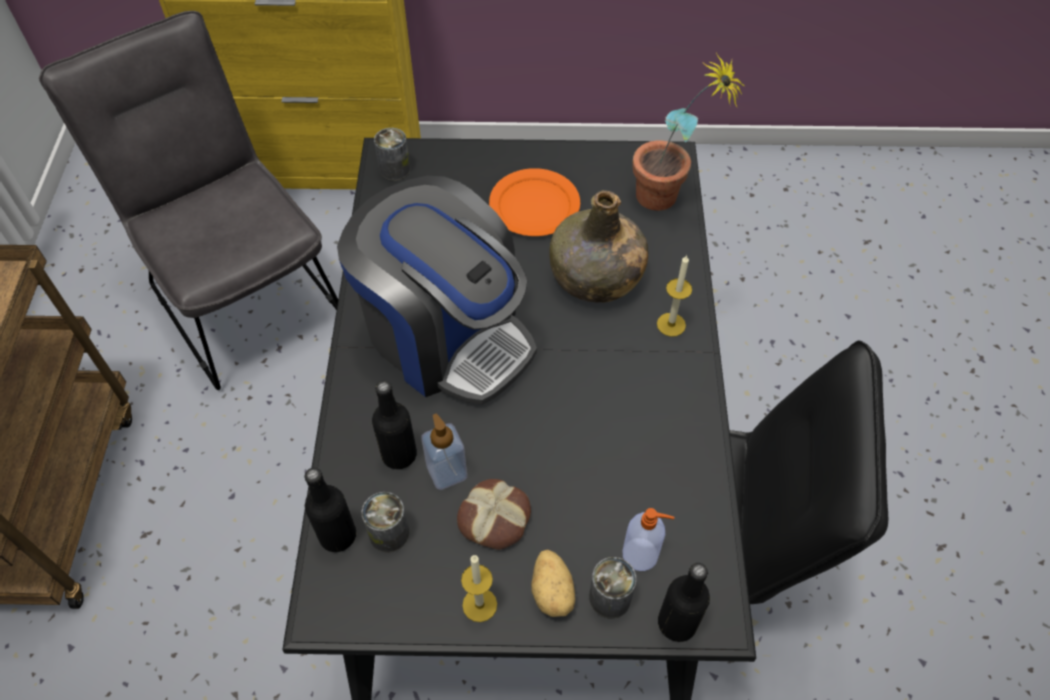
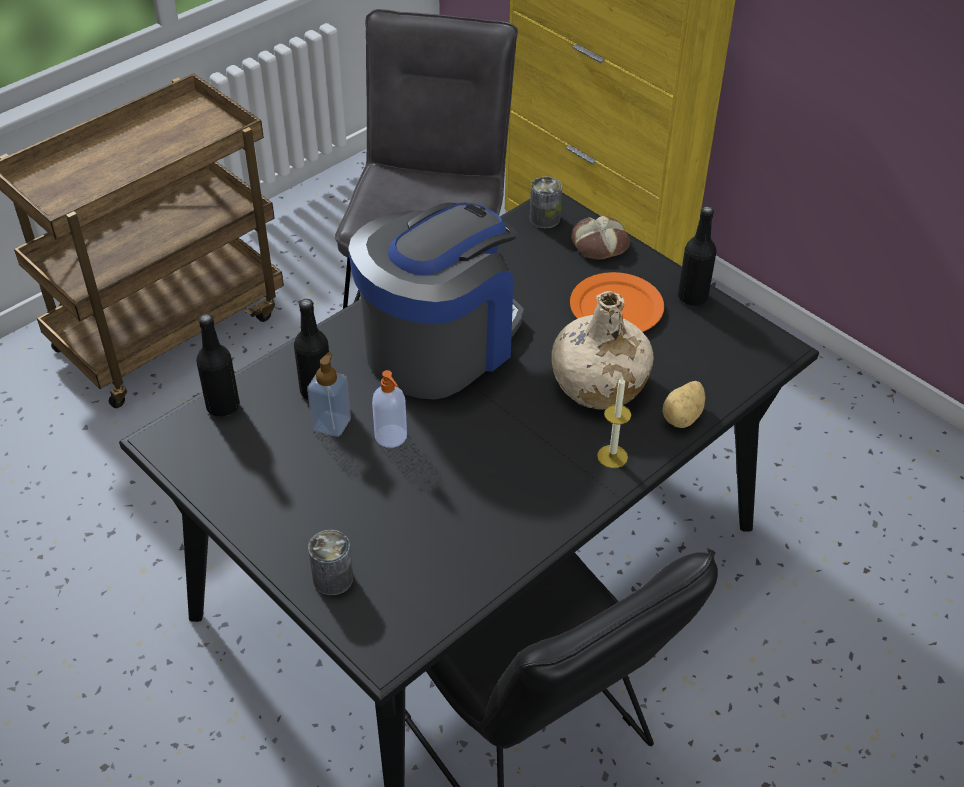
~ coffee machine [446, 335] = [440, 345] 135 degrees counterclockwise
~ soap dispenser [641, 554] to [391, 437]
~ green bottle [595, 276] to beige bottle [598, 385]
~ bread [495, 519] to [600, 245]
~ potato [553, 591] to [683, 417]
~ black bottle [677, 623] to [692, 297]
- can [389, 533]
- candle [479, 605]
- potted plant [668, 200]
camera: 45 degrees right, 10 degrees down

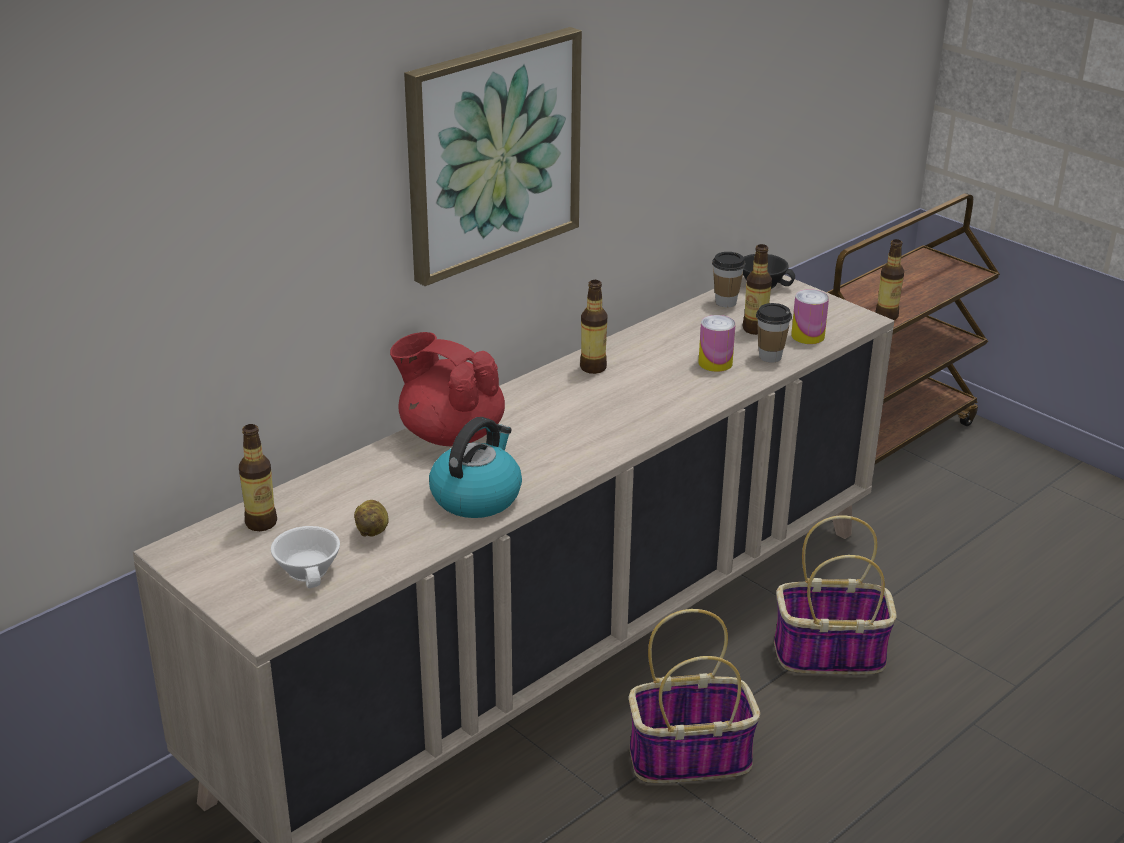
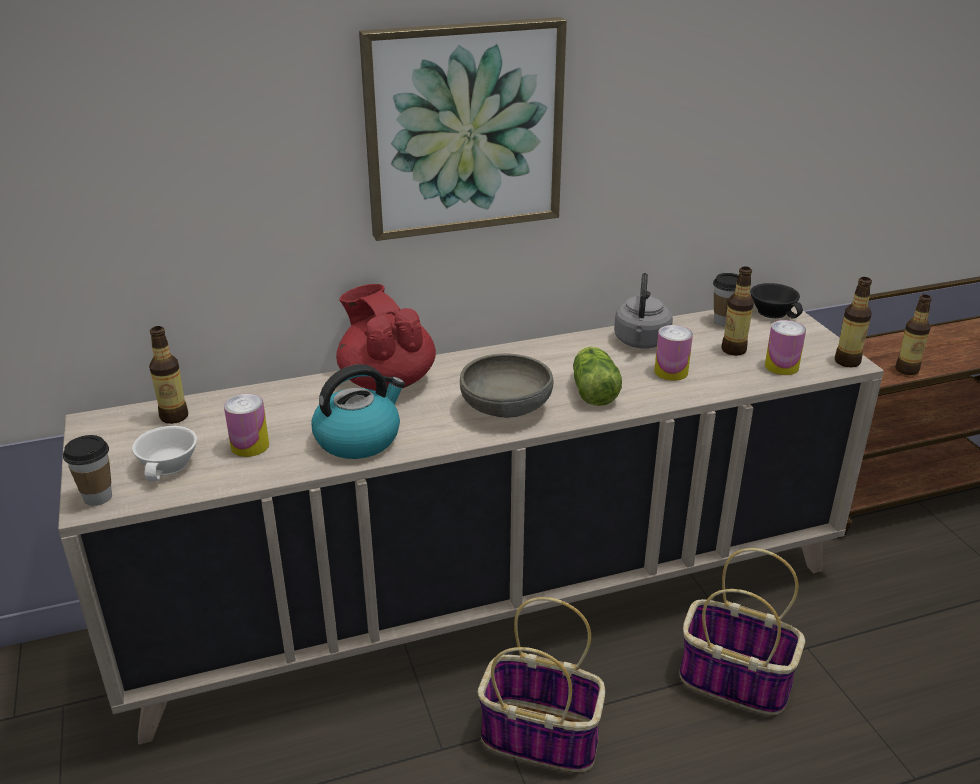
~ cup [770, 357] to [98, 497]
~ potato [373, 530] to can [250, 446]
+ grey bowl [505, 408]
+ lettuce [593, 390]
+ grey kettle [641, 342]
~ bottle [593, 367] to [847, 361]
camera: 25 degrees right, 0 degrees up

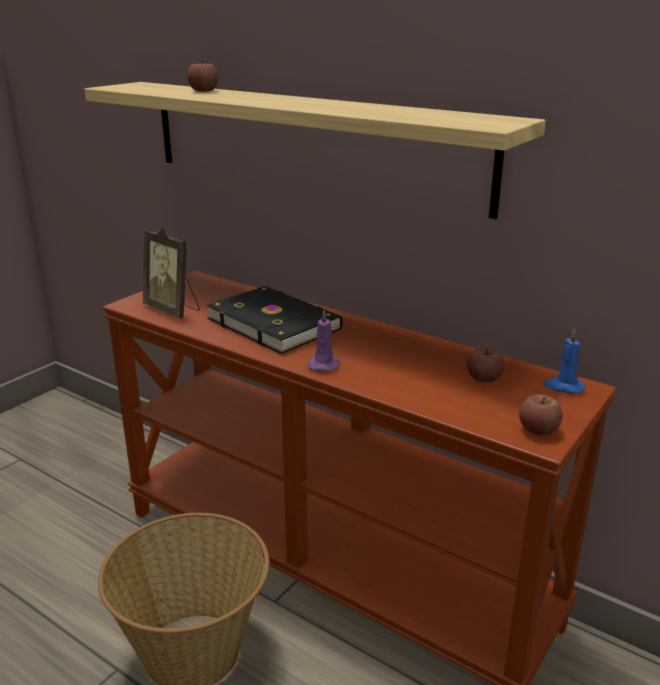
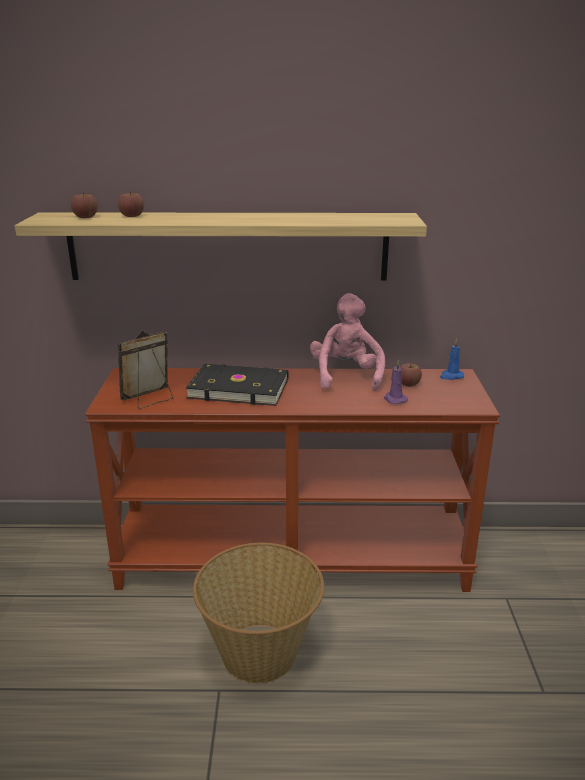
~ apple [538, 430] to [85, 217]
~ picture frame [173, 310] = [149, 399] 135 degrees clockwise
+ pink plush toy [346, 376]
~ purple candle [324, 364] to [394, 399]
camera: 35 degrees left, 0 degrees up

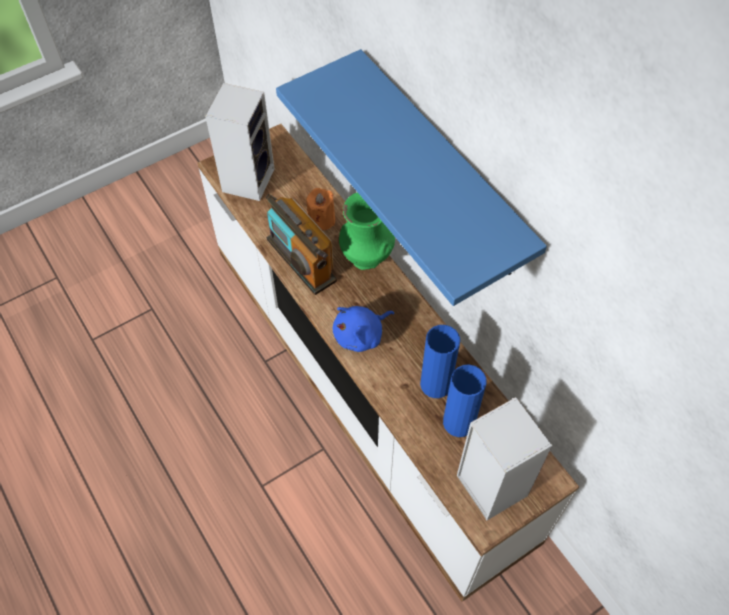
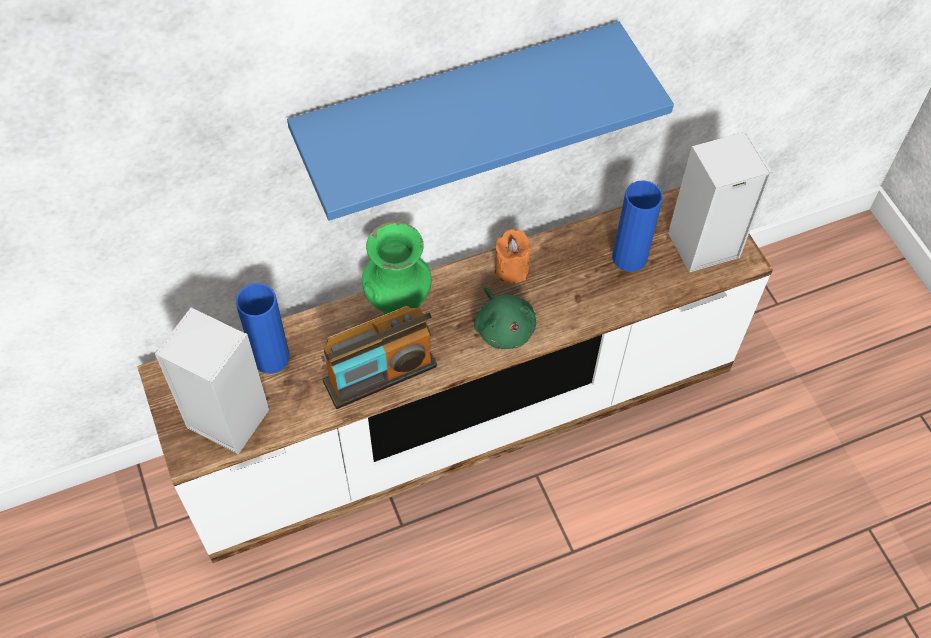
~ blue vase [435, 384] to [271, 357]
~ blue plush toy [361, 335] to green plush toy [504, 328]
~ orange candle [321, 220] to [511, 269]
camera: 80 degrees left, 0 degrees up

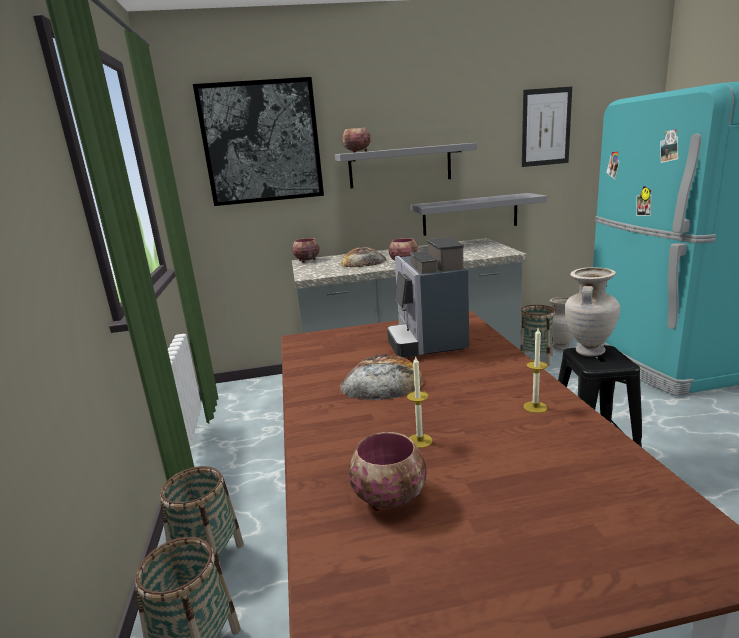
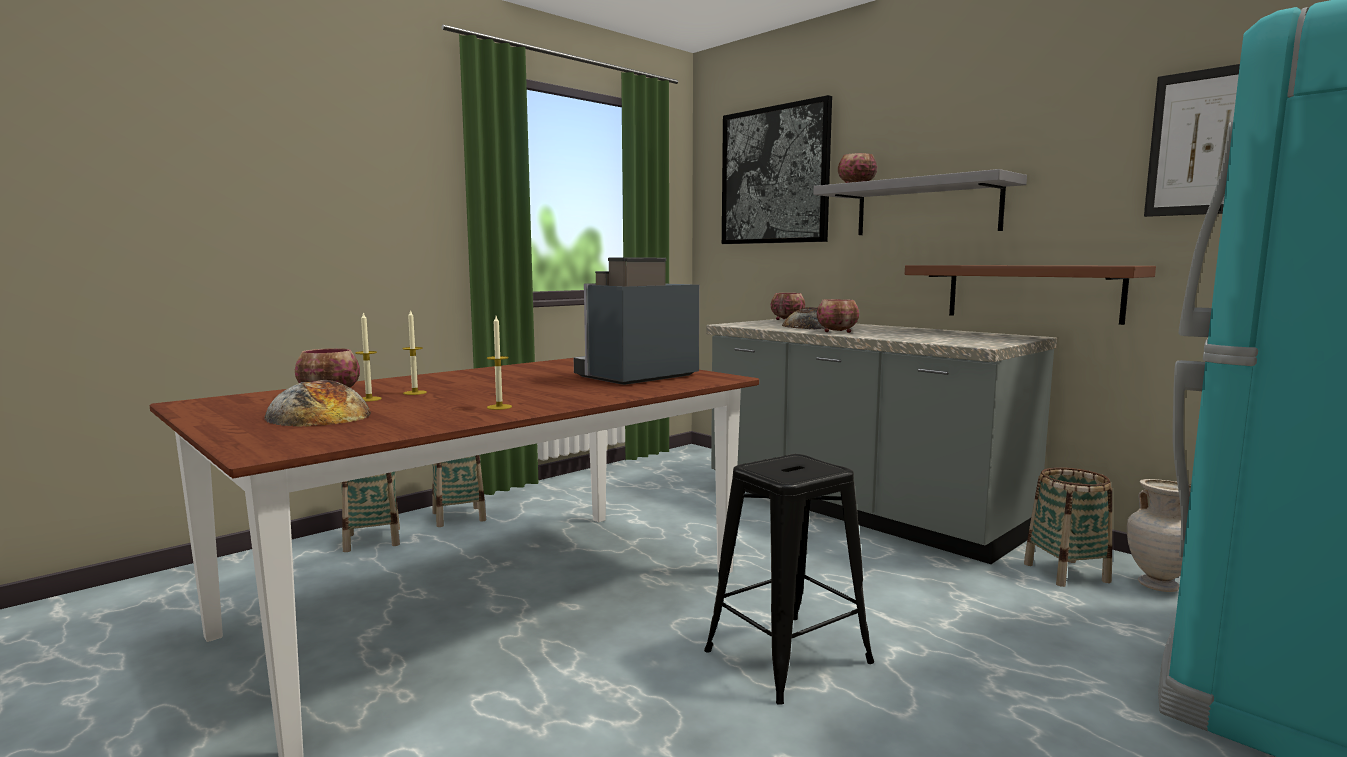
~ bread [382, 382] to [319, 414]
+ candle [369, 399]
~ grey shelf [470, 214] to brown shelf [1032, 292]
- beige vase [588, 351]
camera: 55 degrees right, 10 degrees down

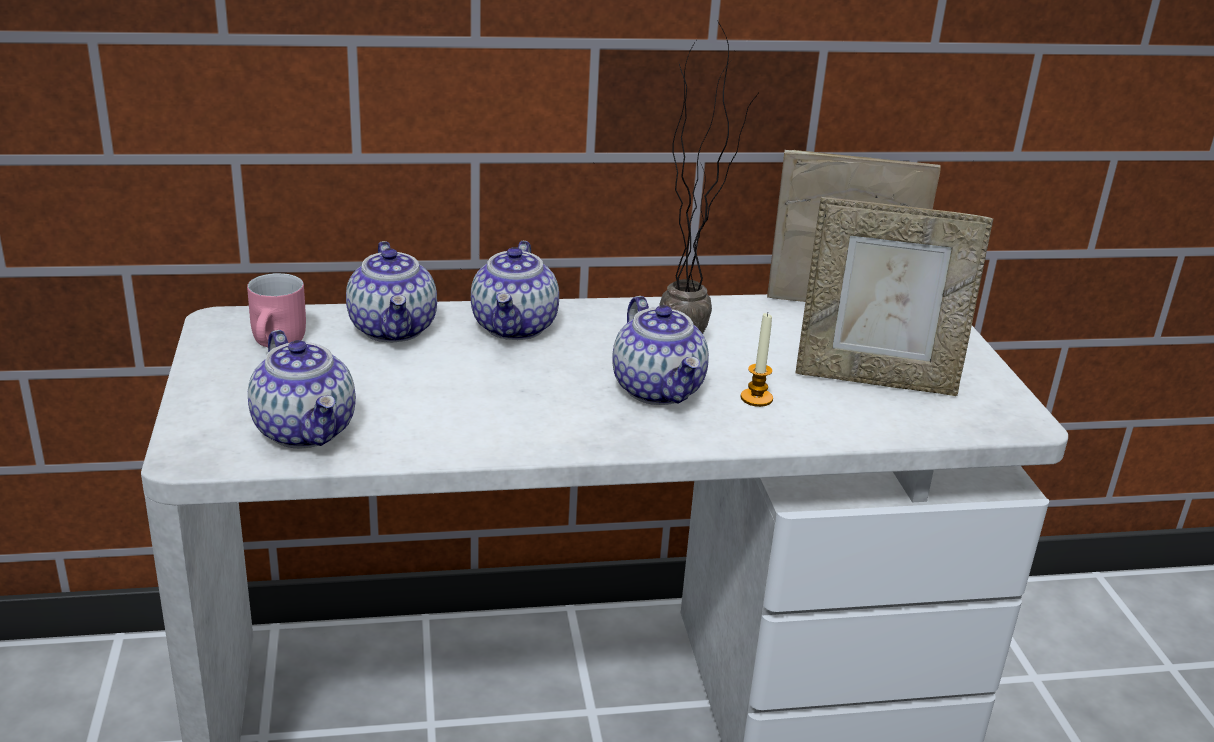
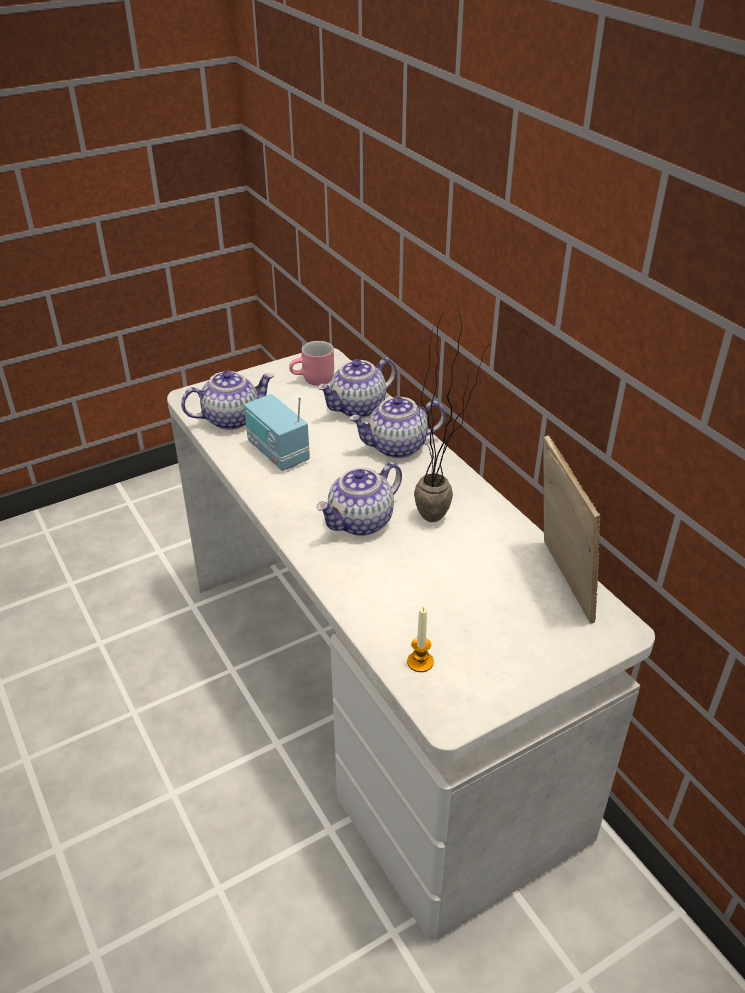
~ teapot [306, 430] = [231, 418] 150 degrees counterclockwise
+ radio [277, 453]
~ candle [756, 398] to [420, 662]
- picture frame [876, 379]
camera: 70 degrees right, 10 degrees up

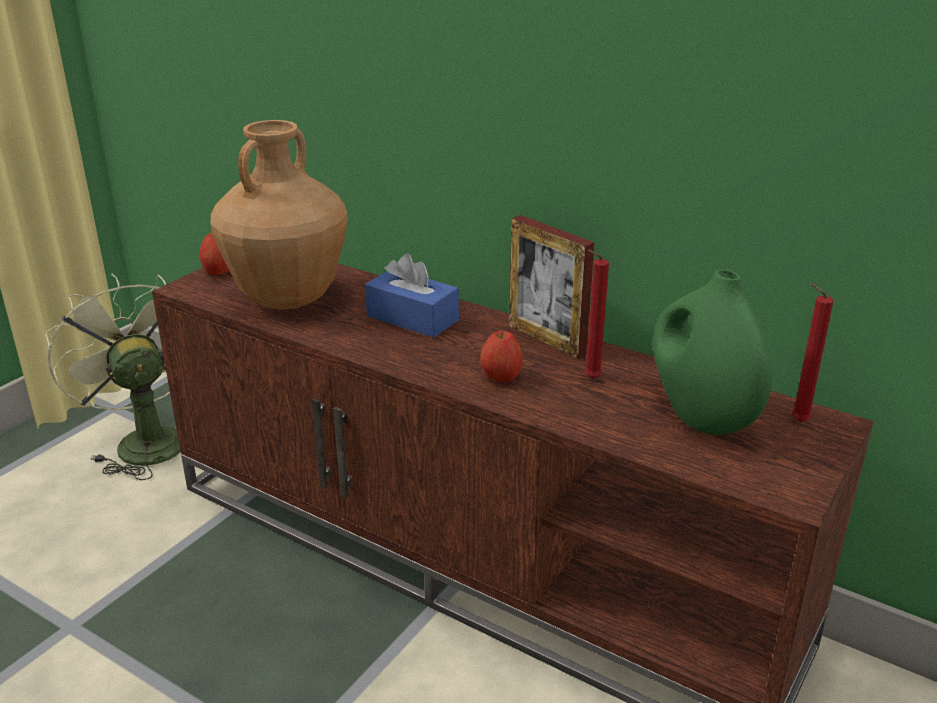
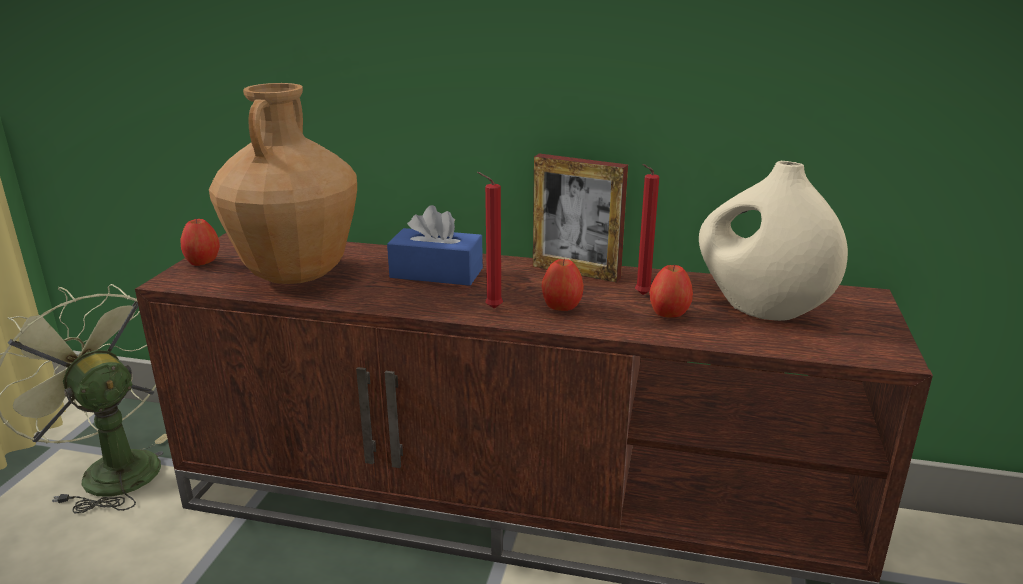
~ red candle [796, 421] to [491, 308]
+ apple [668, 314]
~ green vase [700, 417] to beige vase [759, 309]
camera: 20 degrees left, 5 degrees down

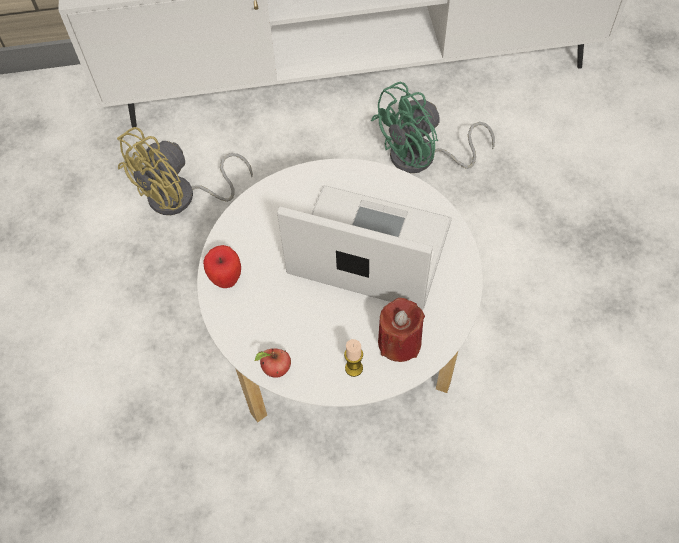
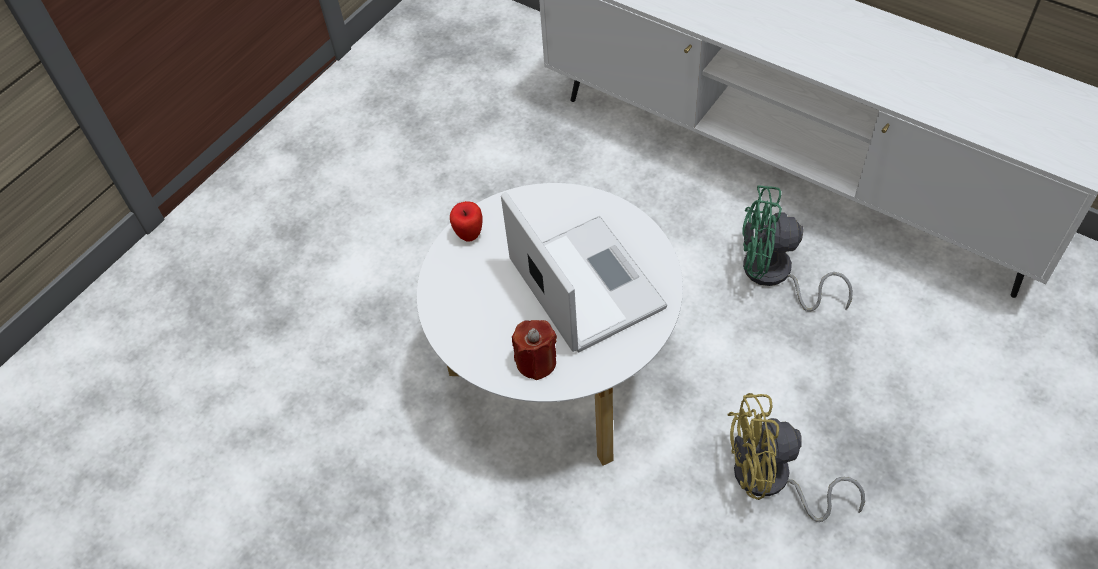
~ yellow fan [182, 198] to [772, 482]
- apple [275, 371]
- candle [354, 368]
camera: 45 degrees right, 5 degrees down

